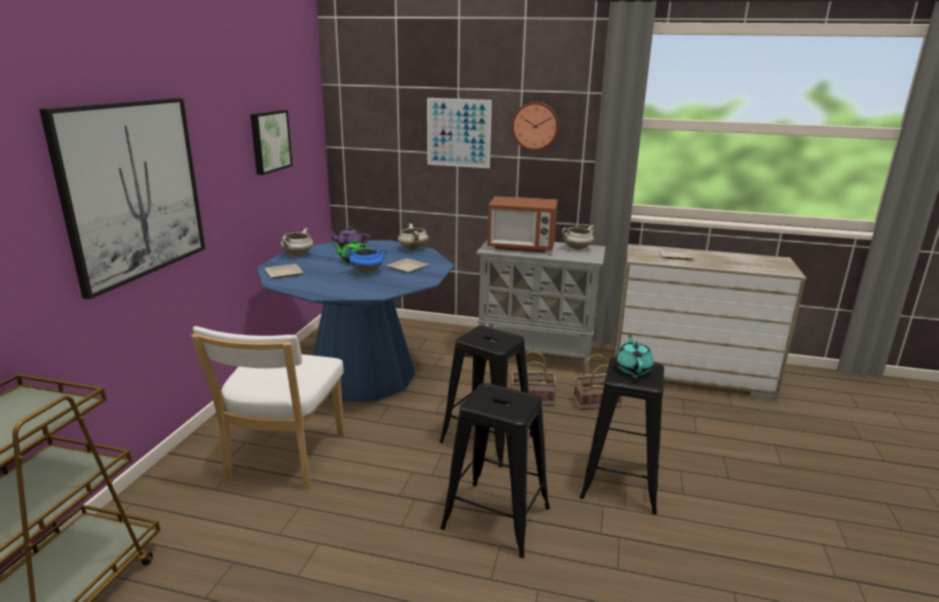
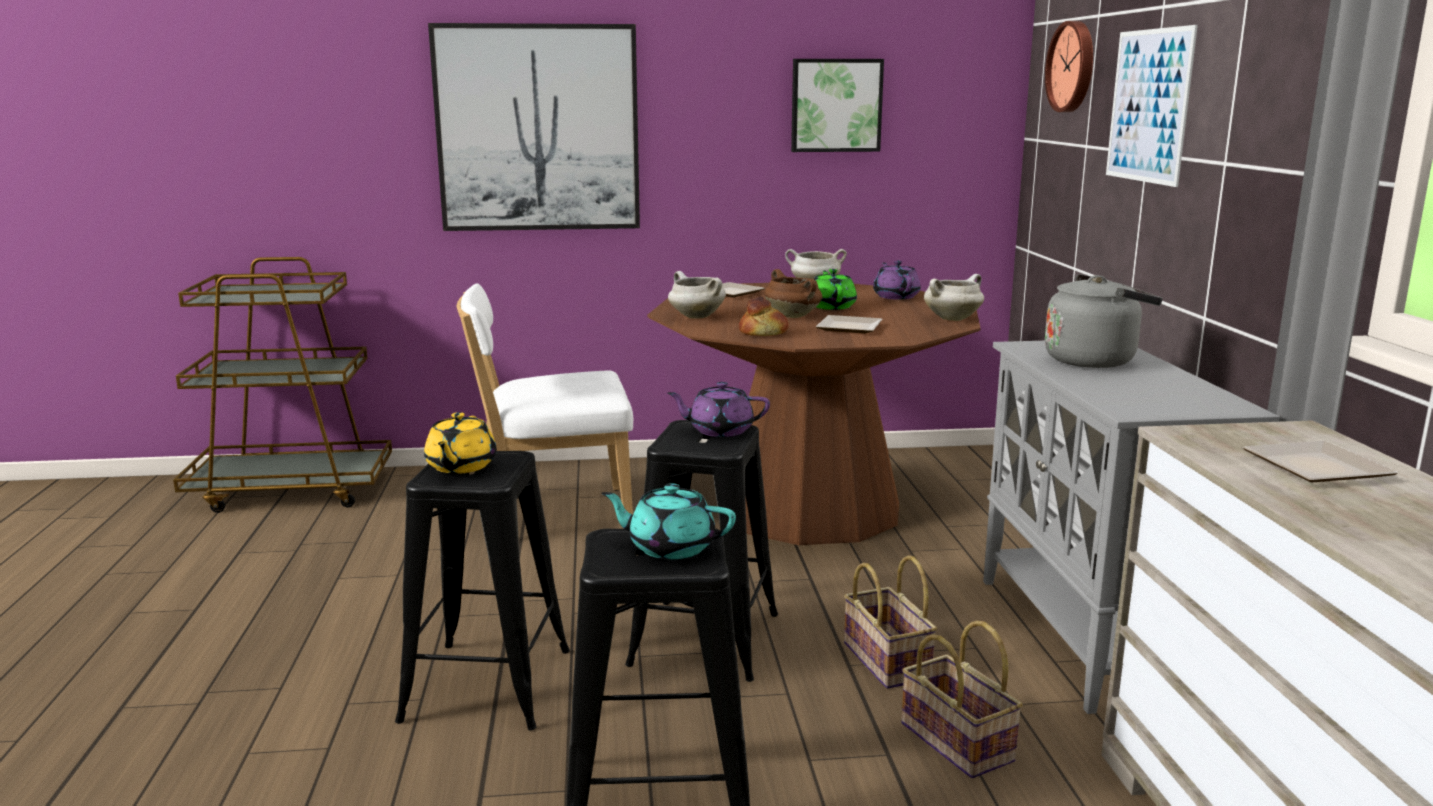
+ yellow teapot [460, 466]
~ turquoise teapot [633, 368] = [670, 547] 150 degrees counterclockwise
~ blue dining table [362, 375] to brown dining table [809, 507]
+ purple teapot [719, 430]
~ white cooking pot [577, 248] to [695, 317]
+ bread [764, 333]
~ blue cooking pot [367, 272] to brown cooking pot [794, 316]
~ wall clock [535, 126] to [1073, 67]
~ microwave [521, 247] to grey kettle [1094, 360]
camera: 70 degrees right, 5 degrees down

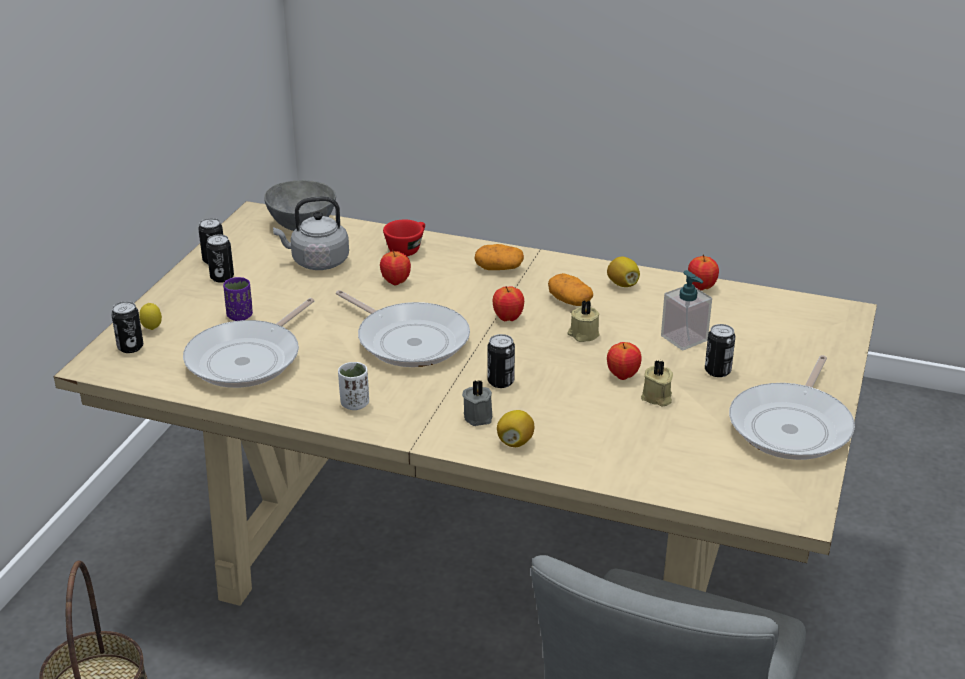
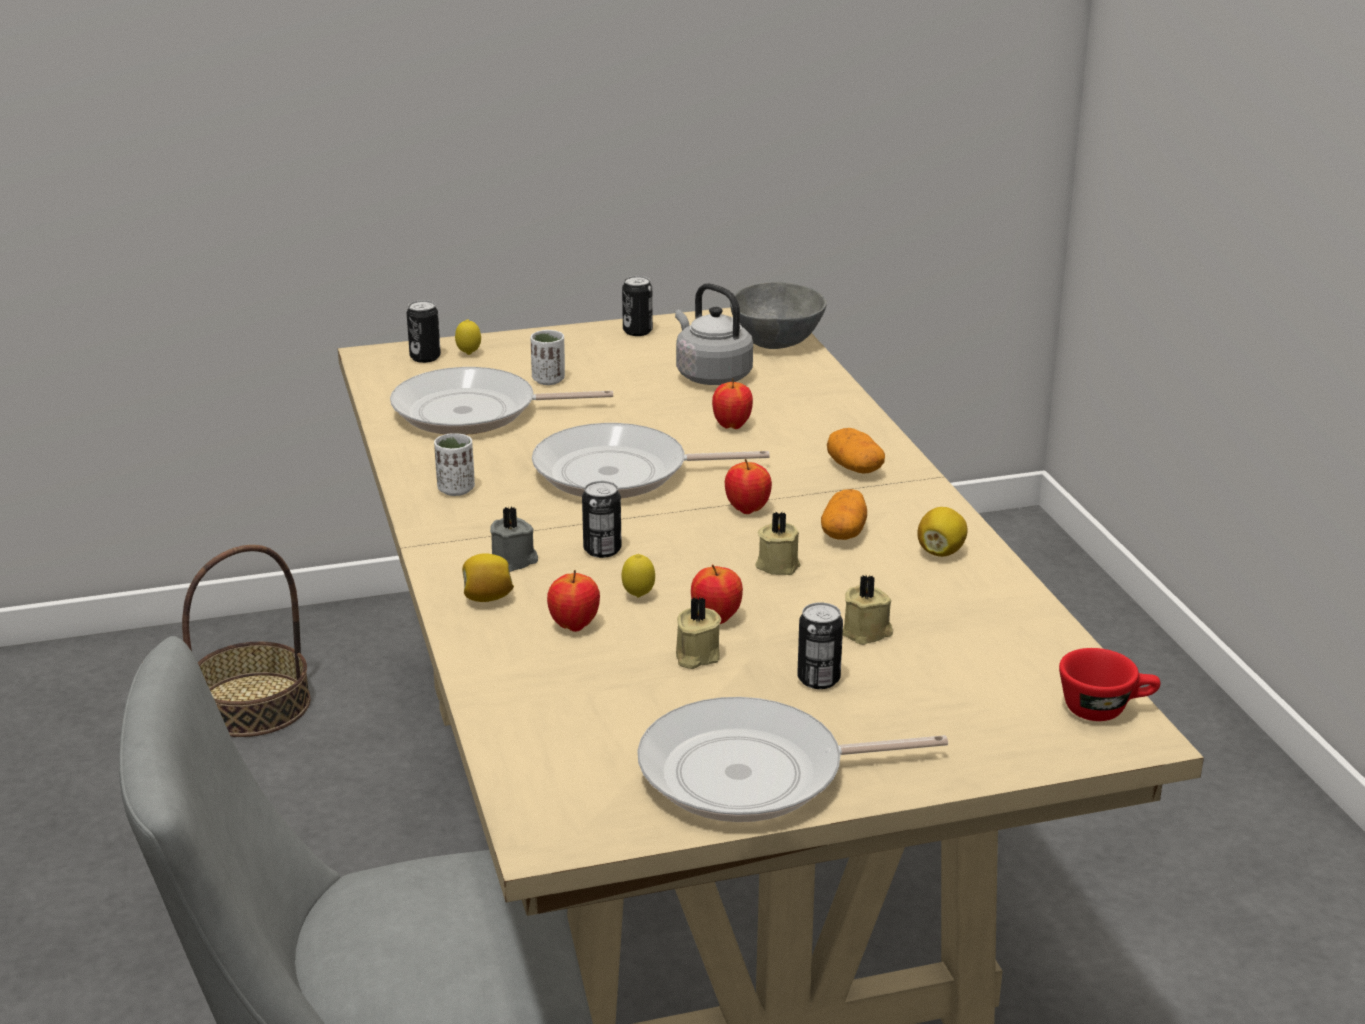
~ purple cup [240, 316] to white cup [548, 380]
~ frying pan [409, 340] = [620, 473] 75 degrees clockwise
~ apple [701, 287] to [574, 626]
+ lemon [638, 597]
~ soap dispenser [684, 338] to beige candle [867, 632]
~ red cup [407, 248] to [1105, 709]
- can [222, 277]
camera: 55 degrees right, 5 degrees down

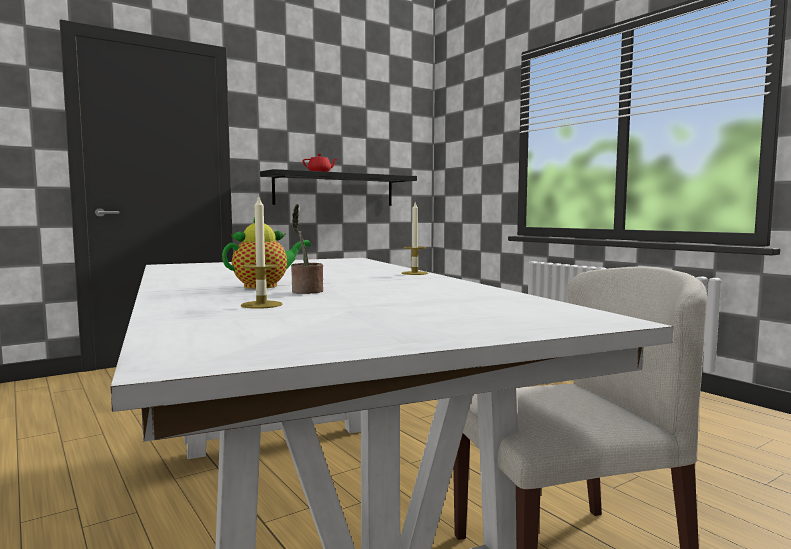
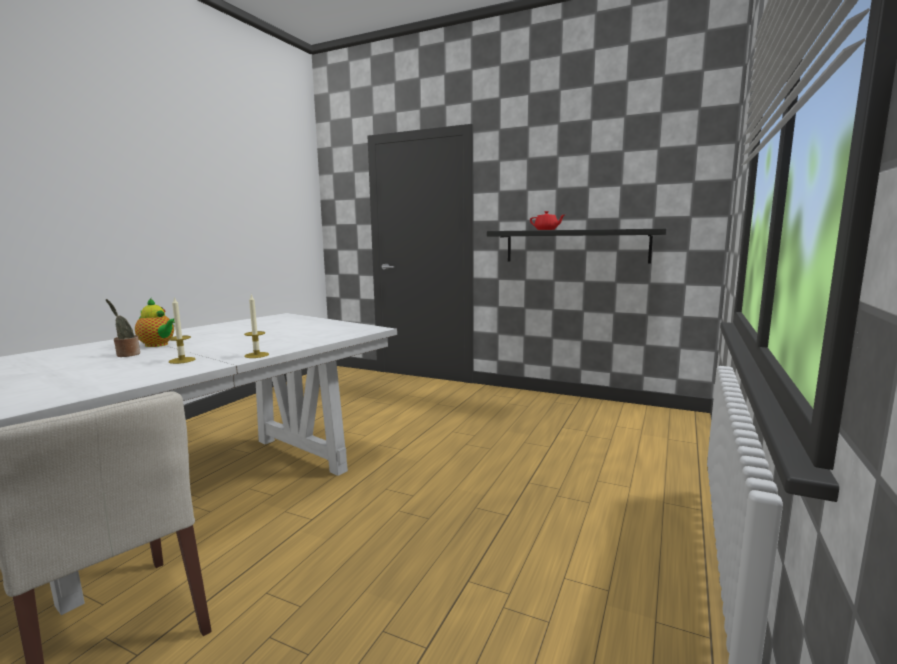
~ candle [261, 305] to [182, 360]
camera: 60 degrees right, 5 degrees up

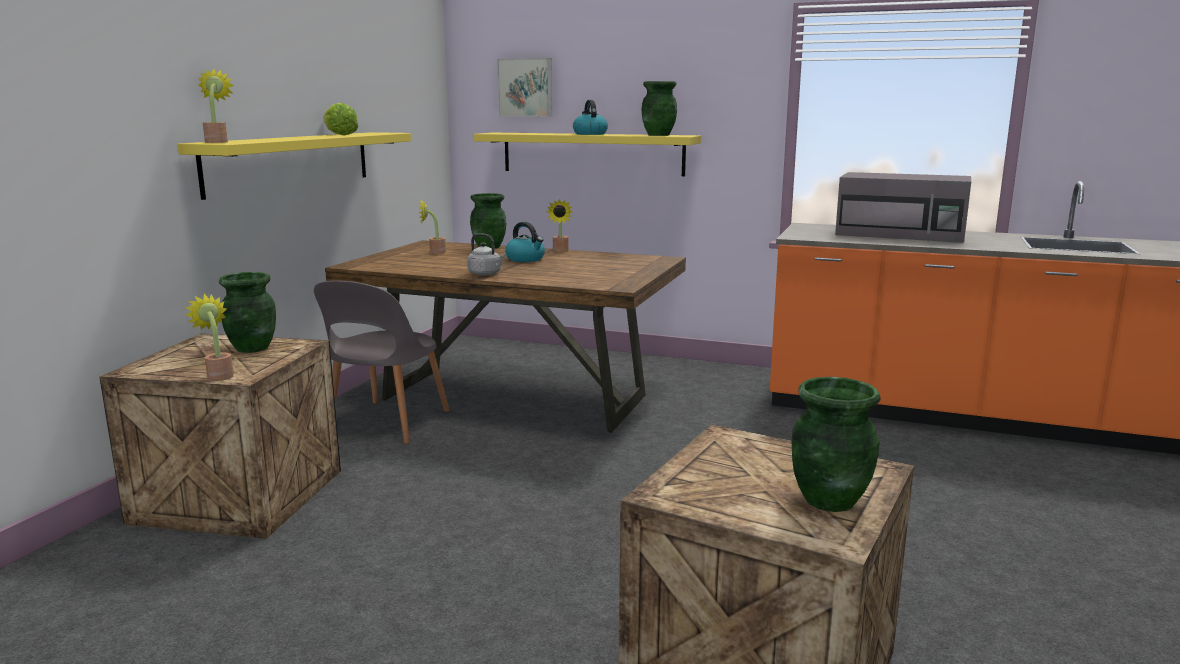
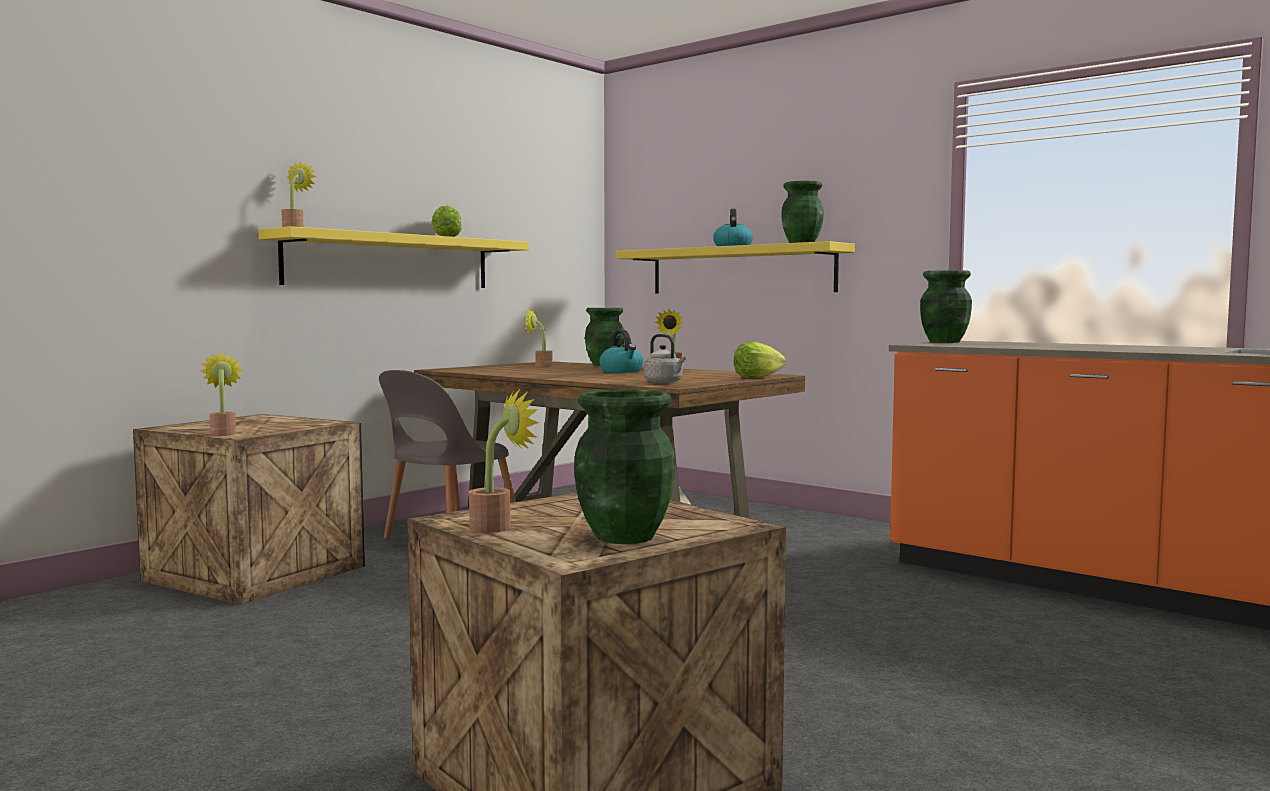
+ potted plant [498, 526]
~ grey kettle [486, 274] to [665, 382]
+ lettuce [756, 377]
~ green vase [251, 348] to [943, 342]
- picture [526, 87]
- grey microwave [902, 234]
camera: 20 degrees right, 10 degrees down

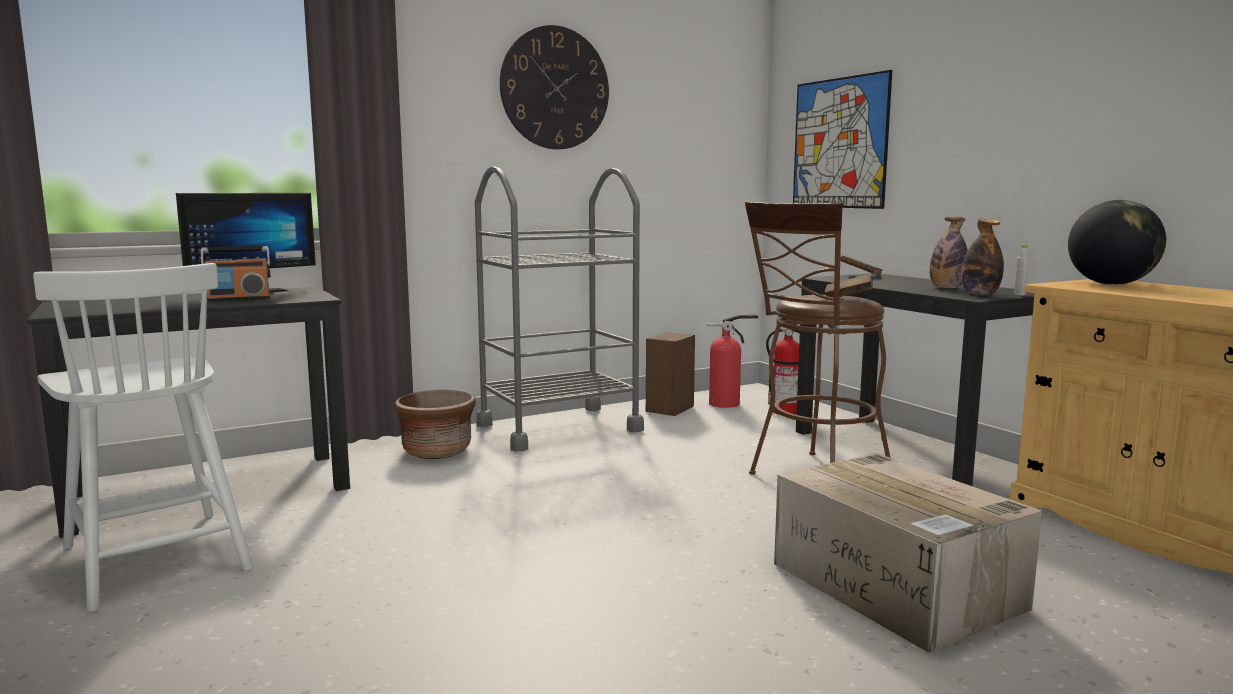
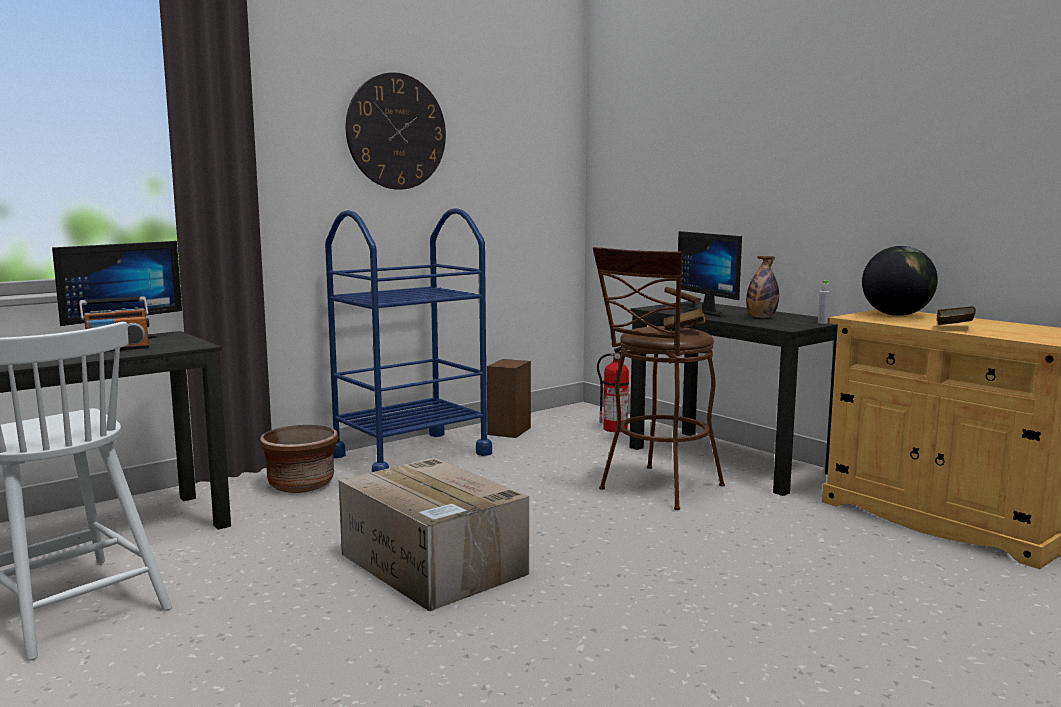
~ grey cart [558, 427] to blue cart [410, 455]
~ cardboard box [898, 587] to [434, 565]
+ monitor [714, 313]
+ brown book [954, 328]
- fire extinguisher [728, 404]
- picture [839, 143]
- bottle [980, 294]
camera: 10 degrees left, 0 degrees up

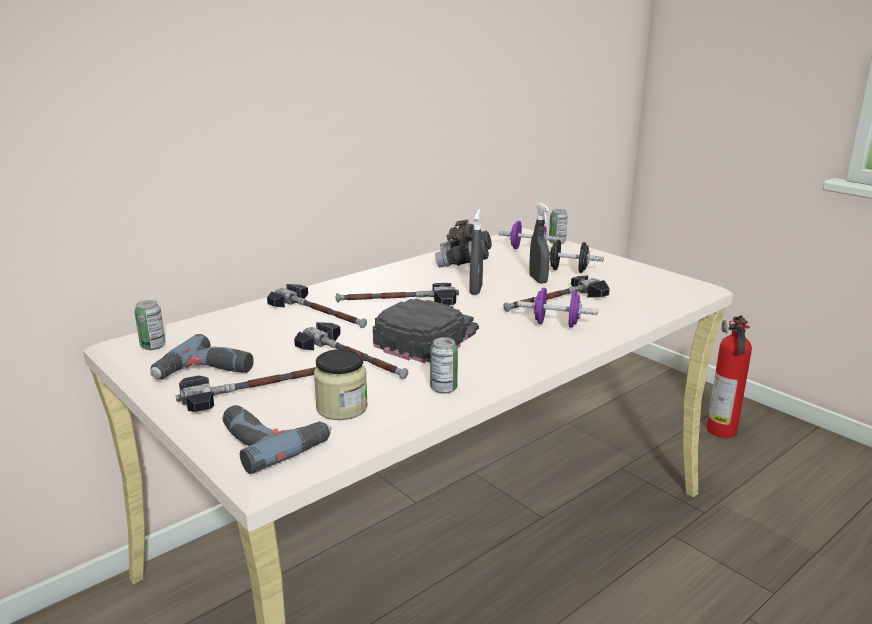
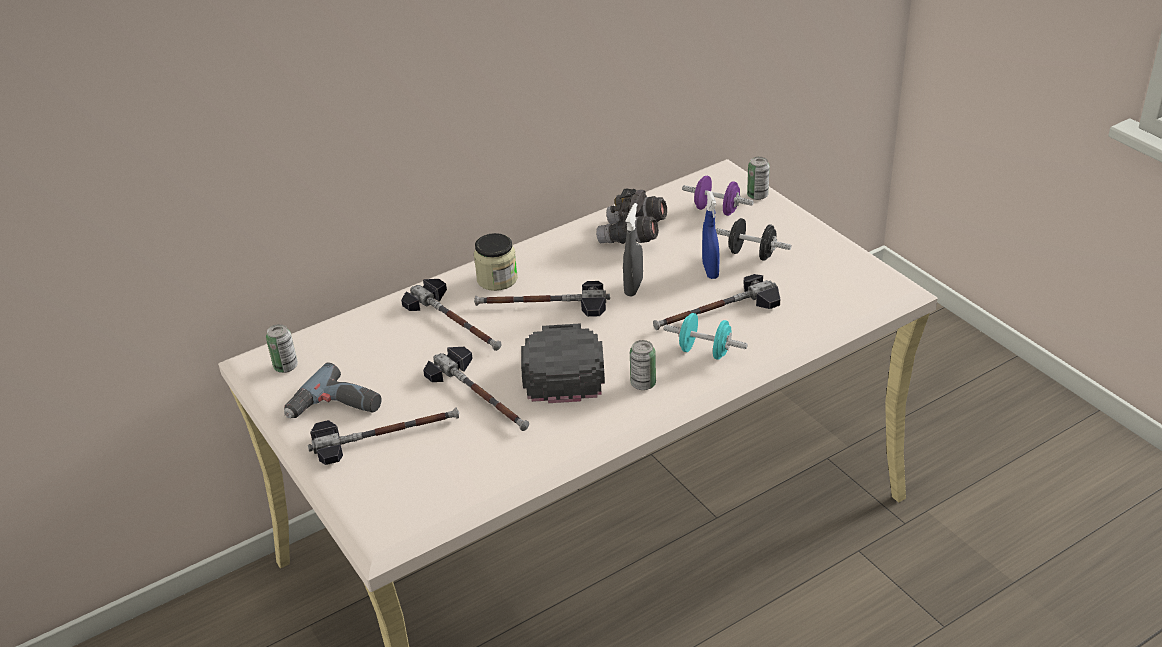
~ jar [342, 408] to [497, 279]
~ black cap [427, 337] = [562, 366] 45 degrees counterclockwise
~ can [443, 388] to [643, 384]
~ purple dumbbell [556, 324] to turquoise dumbbell [705, 351]
~ grey spray bottle [538, 280] to blue spray bottle [710, 271]
- power drill [272, 440]
- fire extinguisher [722, 431]
camera: 10 degrees right, 15 degrees up

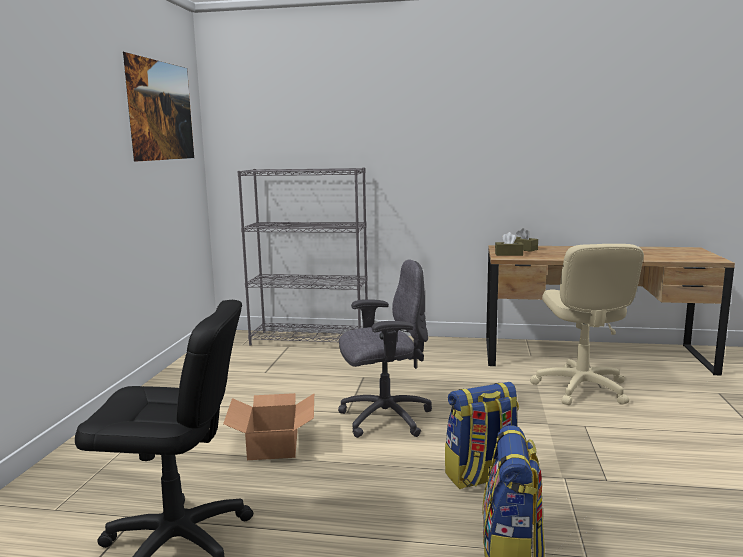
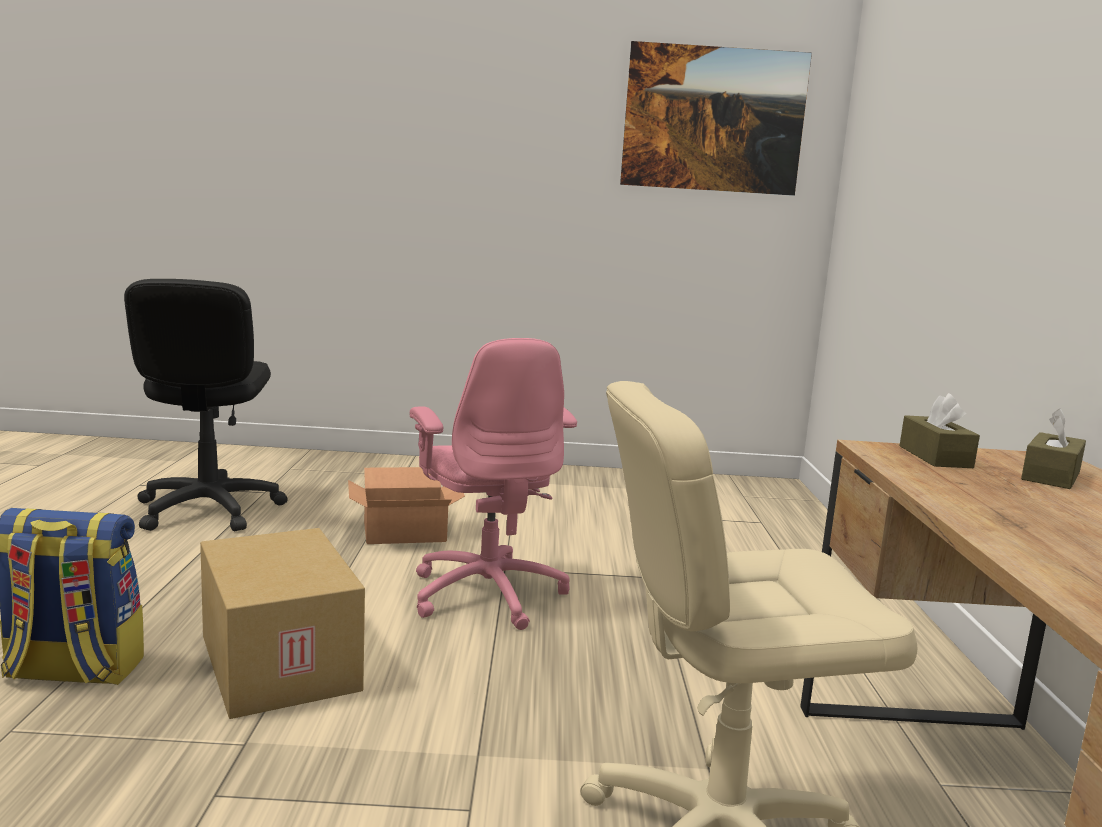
~ backpack [481, 477] to cardboard box [275, 662]
~ grey office chair [384, 418] to pink office chair [487, 593]
- grey bookcase [310, 340]
camera: 80 degrees right, 0 degrees up

